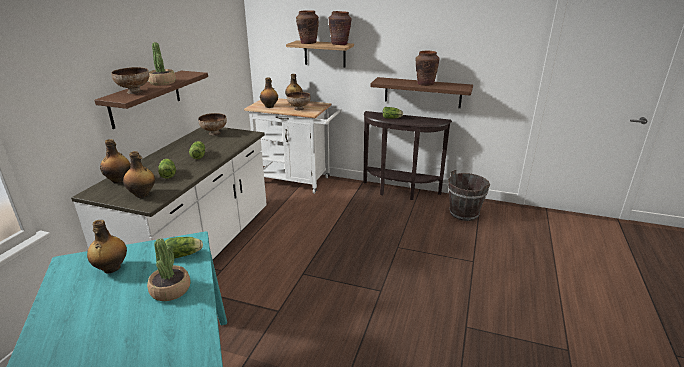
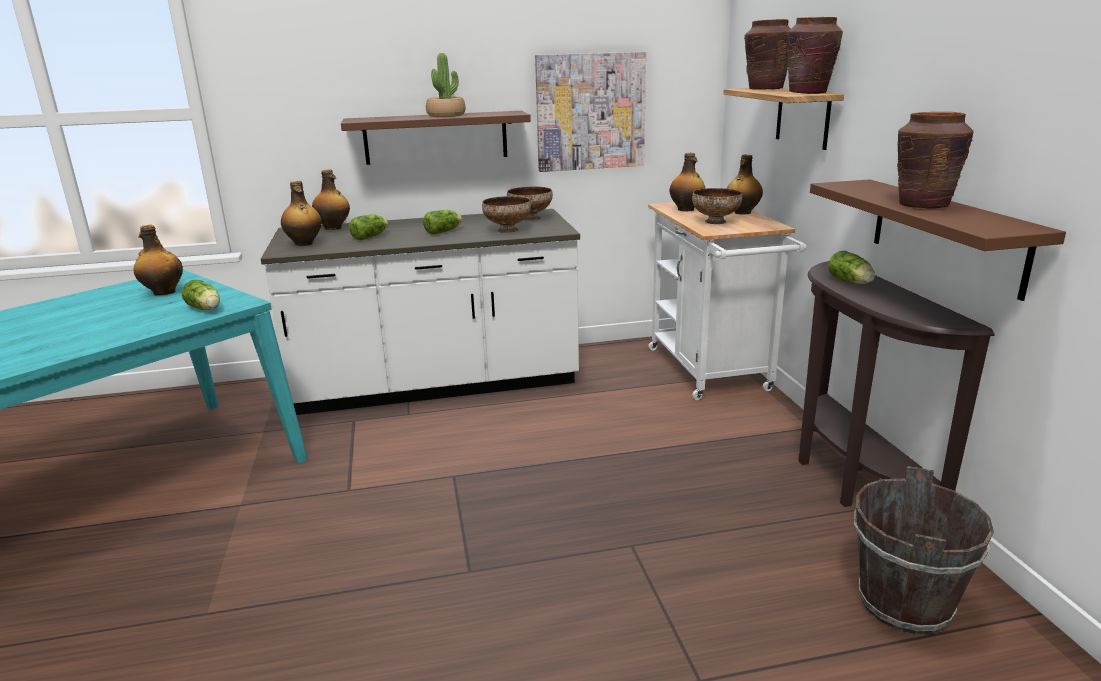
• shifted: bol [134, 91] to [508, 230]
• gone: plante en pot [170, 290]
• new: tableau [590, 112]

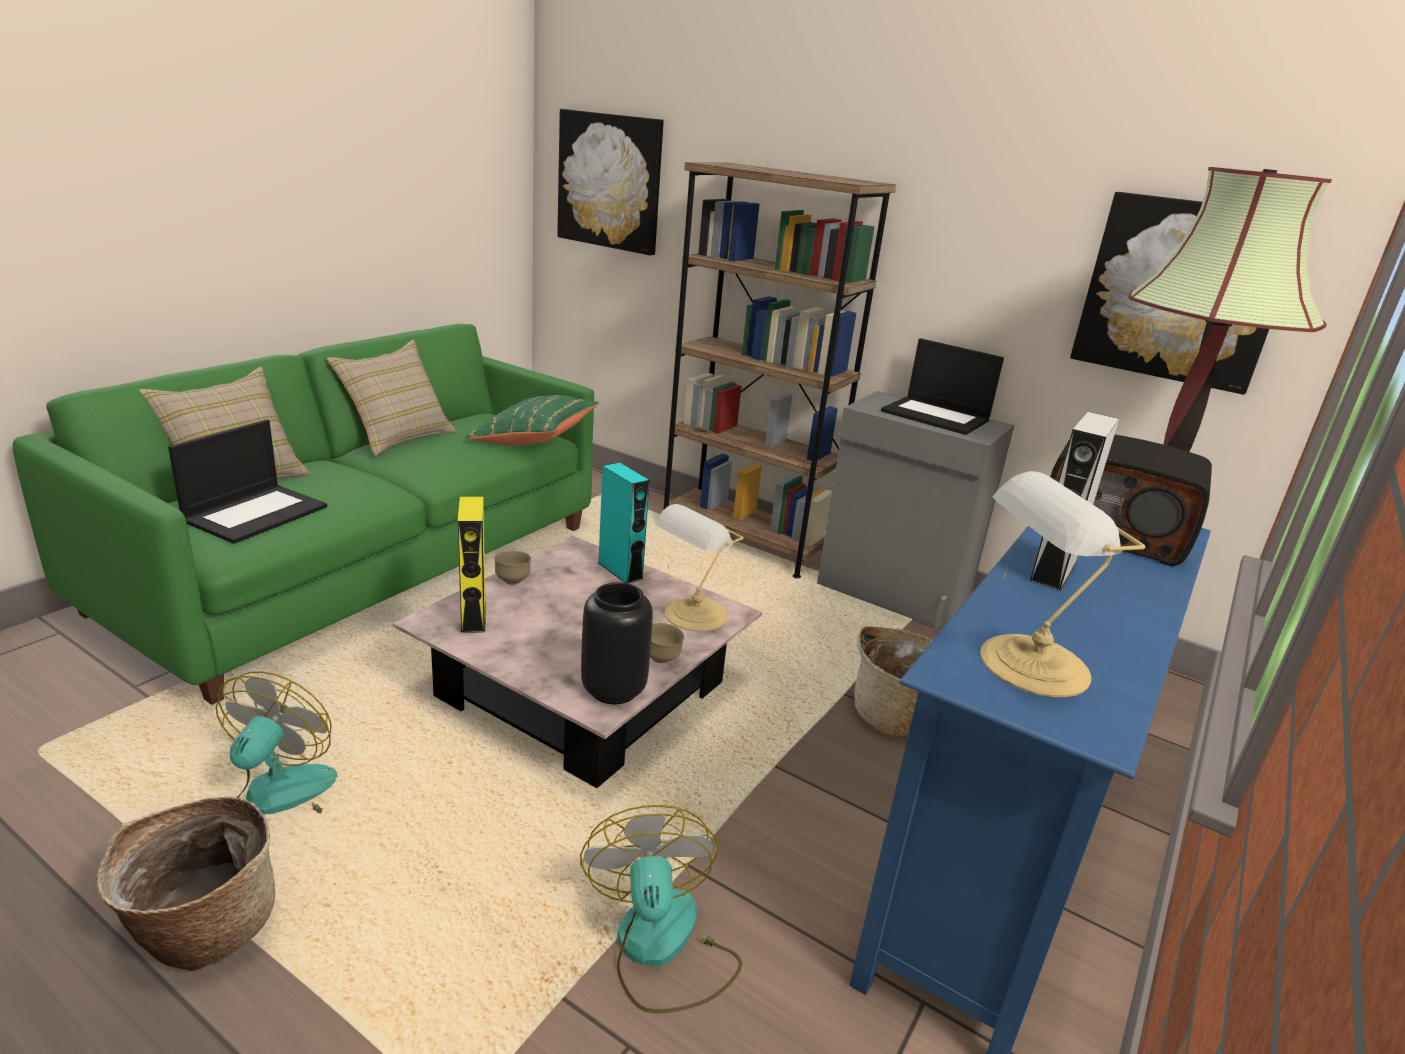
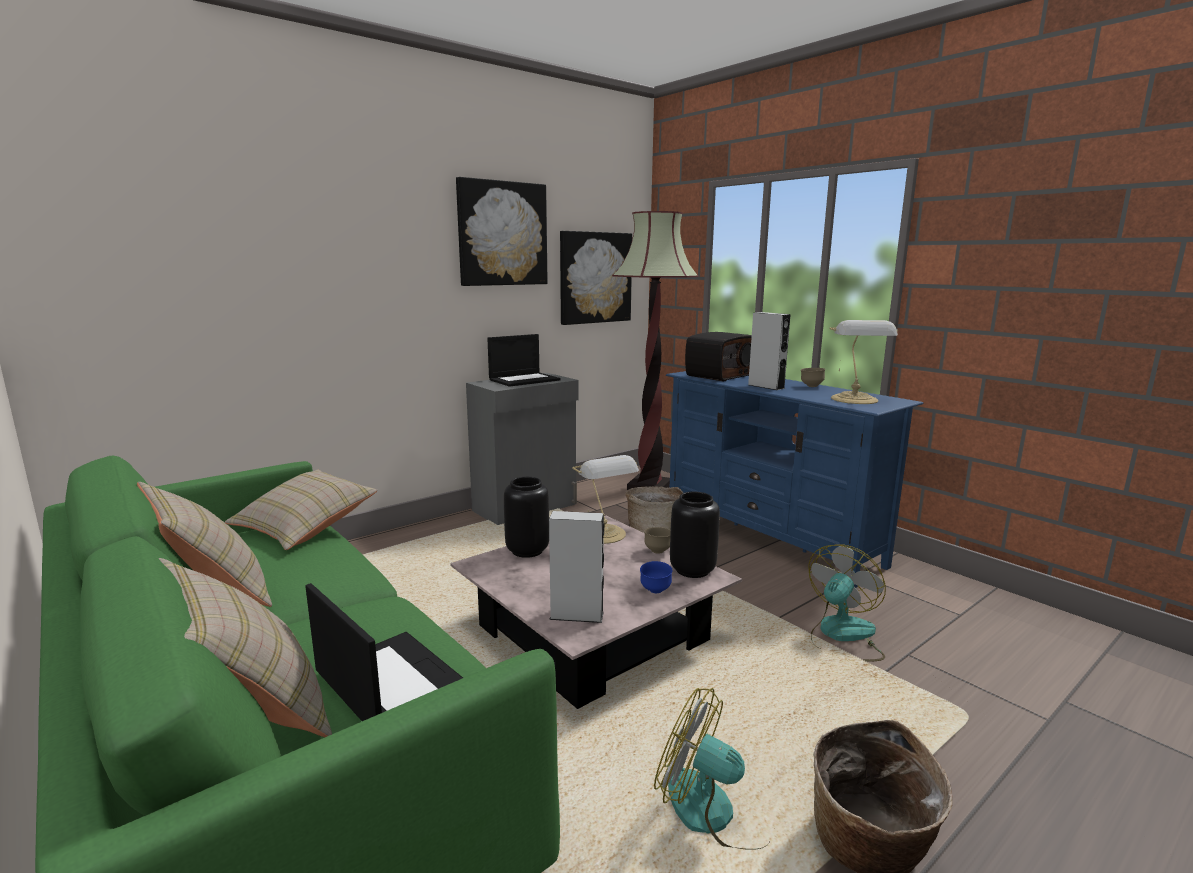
• shifted: tableau [610, 181] to [502, 234]
• gone: bibliothèque [marron] [744, 541]
• repainted: coussin [vert] [534, 440] to coussin [beige] [305, 527]
• swapped: enceinte [turquoise] [620, 570] to vase [noir] [526, 550]
• repainted: enceinte [jaune] [473, 617] to enceinte [gris] [576, 615]
• shifted: bol [marron] [512, 581] to [811, 386]
• rotated: ventilateur [661, 948] = [841, 636] 120 degrees clockwise
• new: bol [bleu] [655, 591]

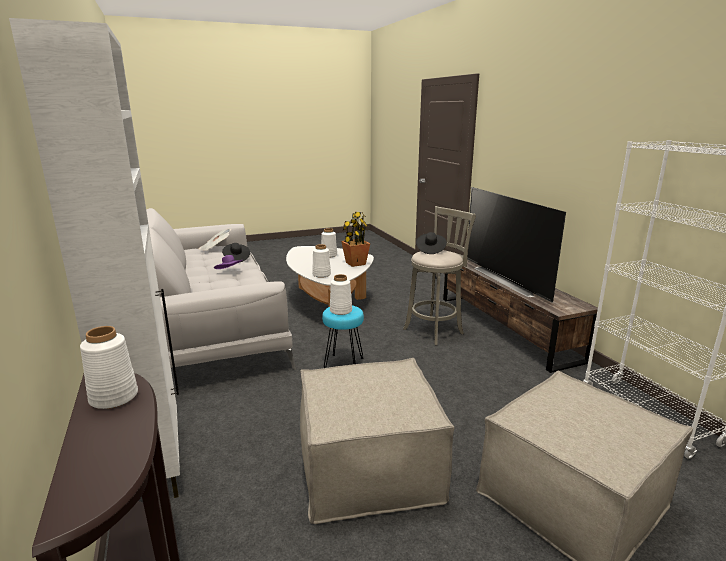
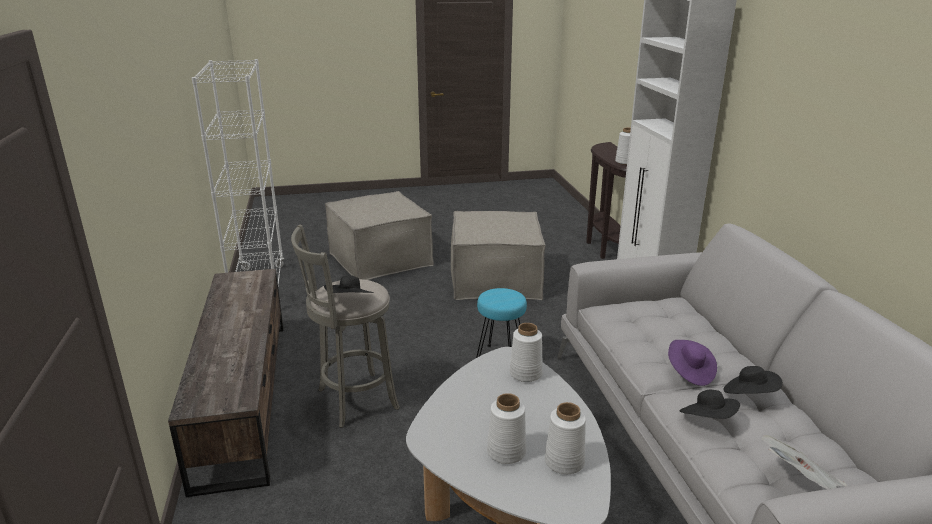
• gone: téléviseur [508, 280]
• gone: plante en pot [355, 263]
• shifted: vase [blanc] [341, 311] to [563, 462]
• new: chapeau [noir] [749, 395]

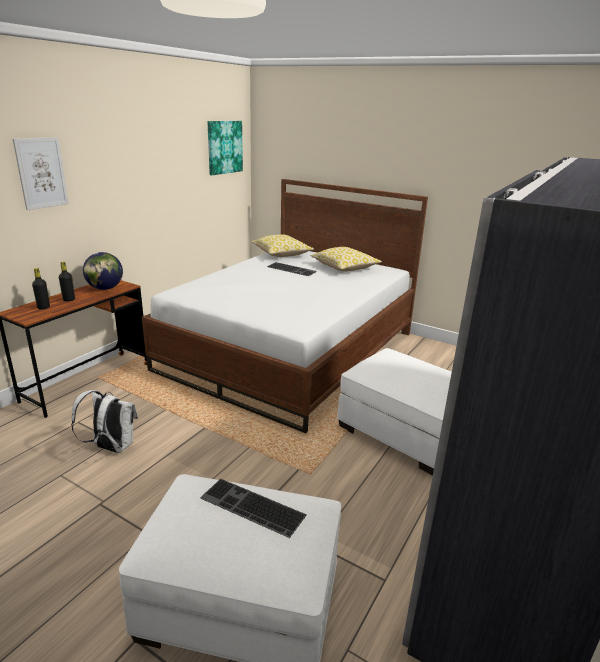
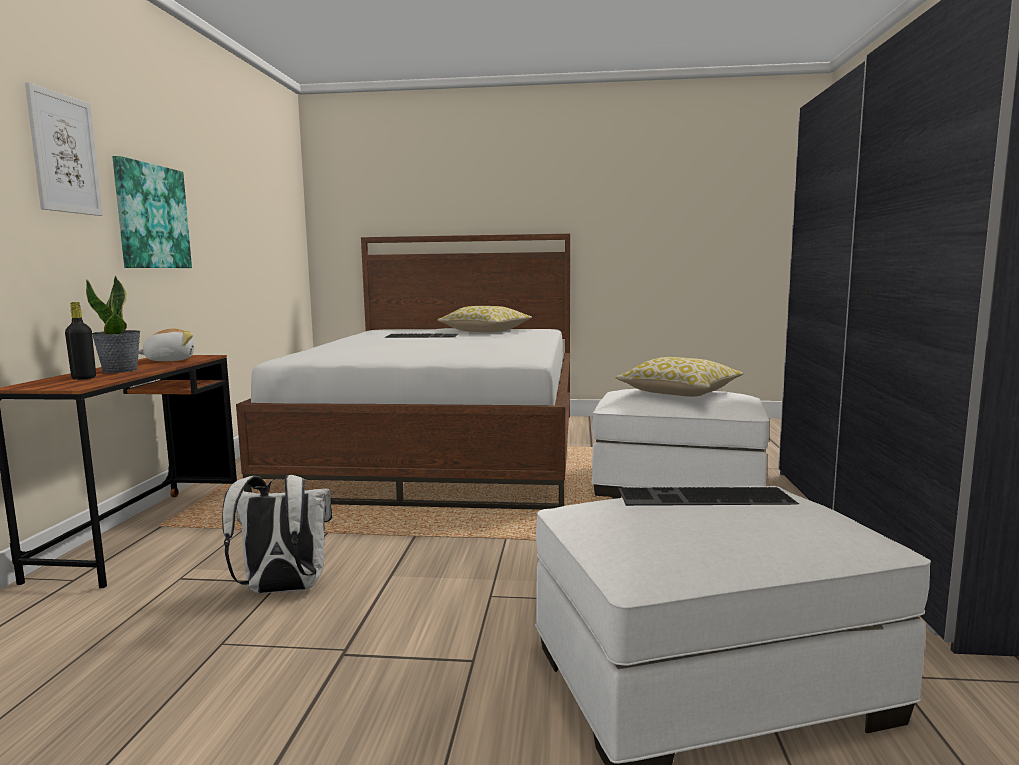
• shifted: tableau [224, 147] to [151, 216]
• shifted: coussin [282, 254] to [679, 393]
• swapped: globe [105, 288] to peluche [170, 360]
• swapped: bouteille [noir] [69, 299] to plante en pot [120, 370]

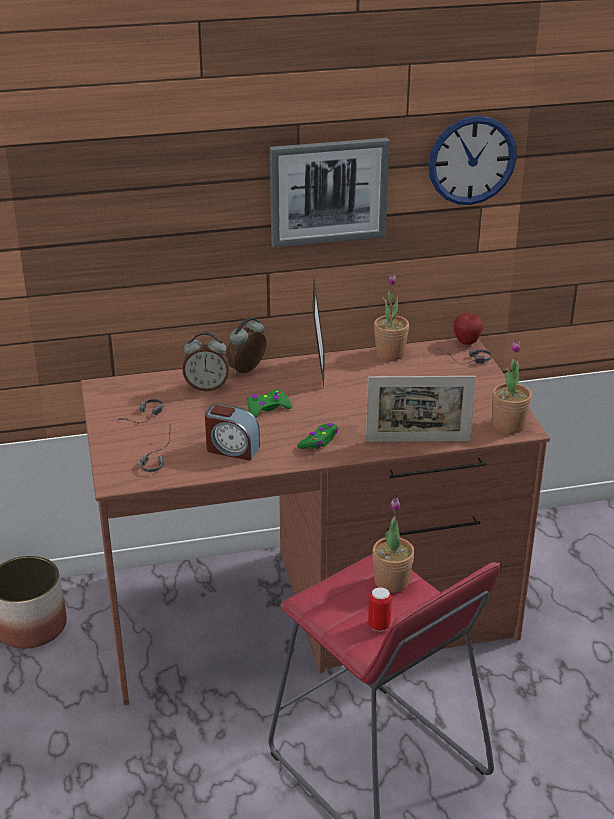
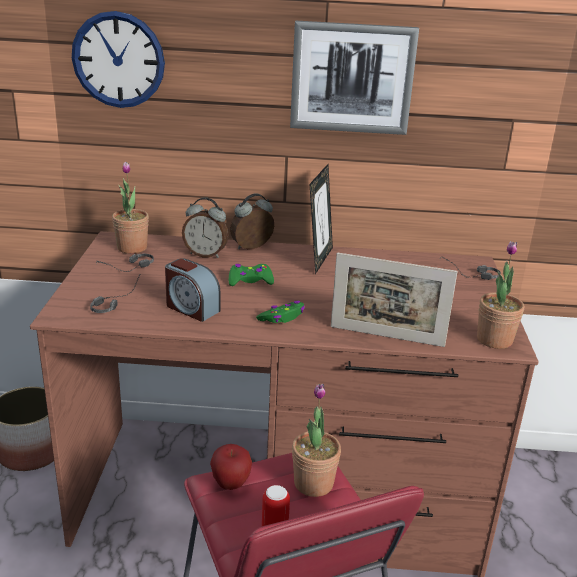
• shifted: horloge murale [472, 160] to [118, 60]
• shifted: plante en pot [390, 353] to [132, 248]
• shifted: pomme [466, 342] to [231, 484]

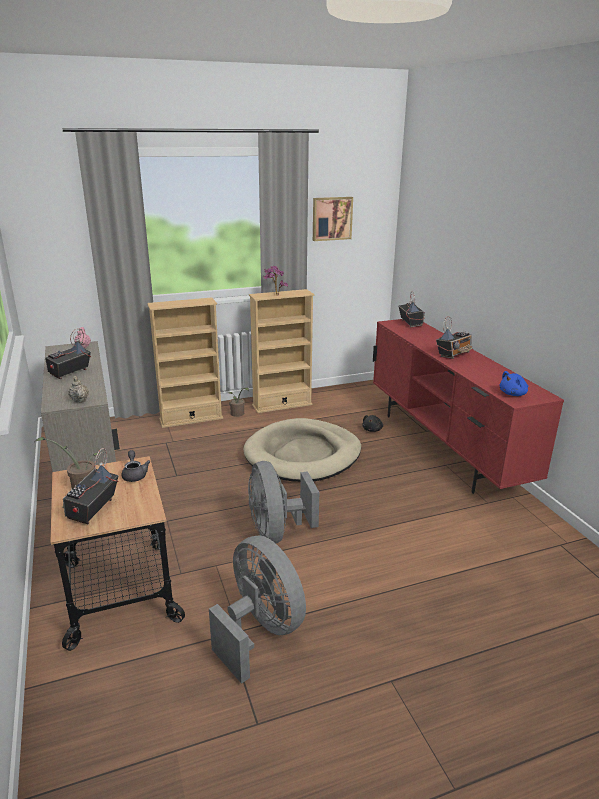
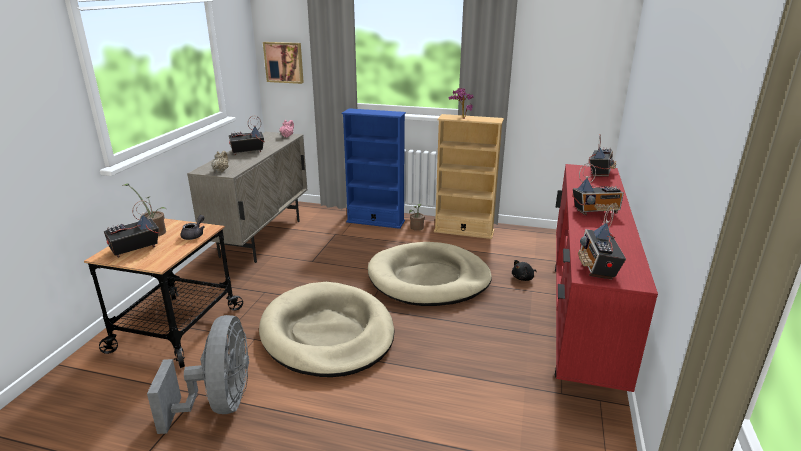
• shifted: tableau [331, 218] to [284, 62]
• repainted: bibliothèque [beige] [191, 419] to bibliothèque [bleu] [375, 221]
• swapped: peluche [bleu] [513, 394] to radio [597, 268]
• swapped: ventilateur [gris] [277, 532] to panier pour chien [beige] [328, 333]

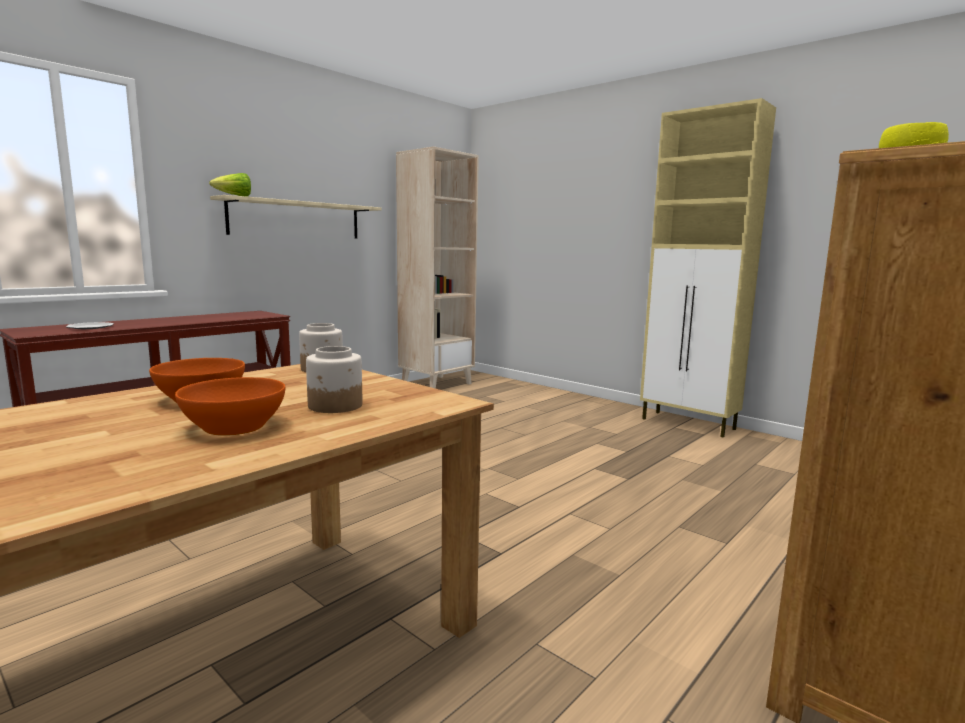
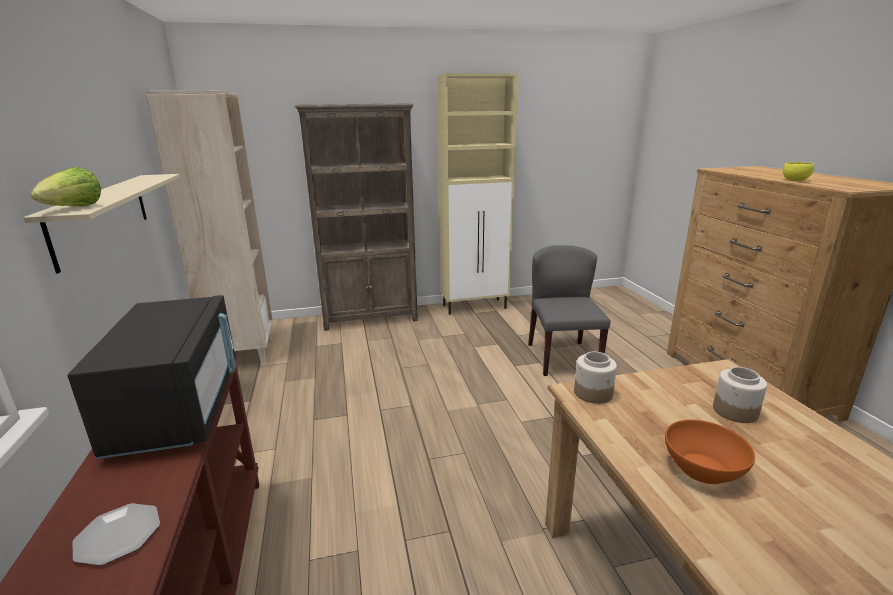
• gone: bol [orange] [235, 426]
• new: bibliothèque [marron] [371, 318]
• new: chaise [gris] [562, 357]
• new: micro-ondes [noir] [179, 408]

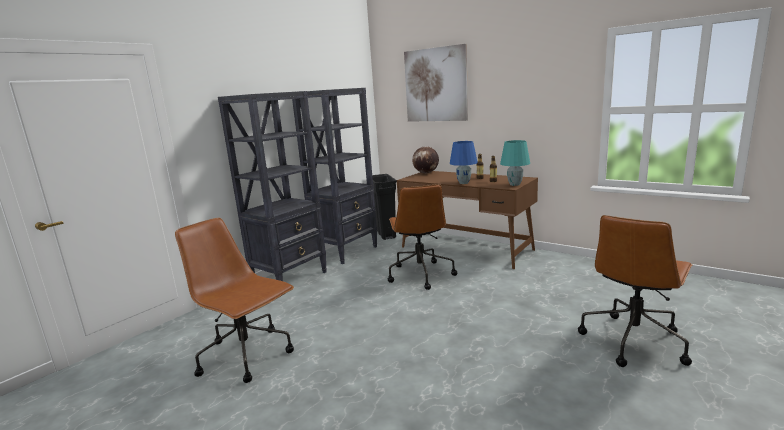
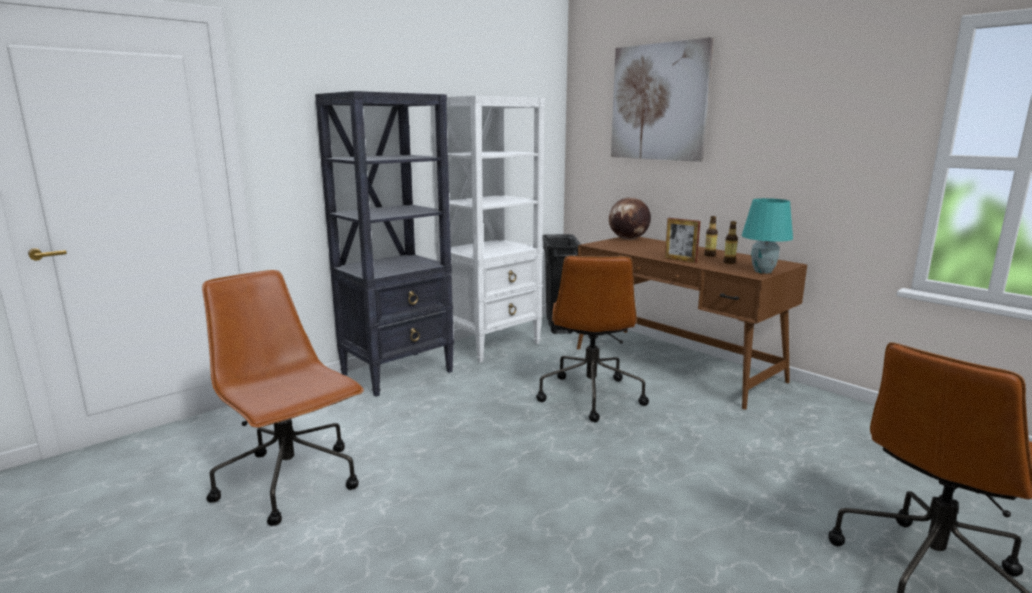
• repainted: bibliothèque [noir] [346, 251] to bibliothèque [blanc] [492, 344]
• swapped: lampe de table [bleu] [464, 183] to cadre photo [680, 260]

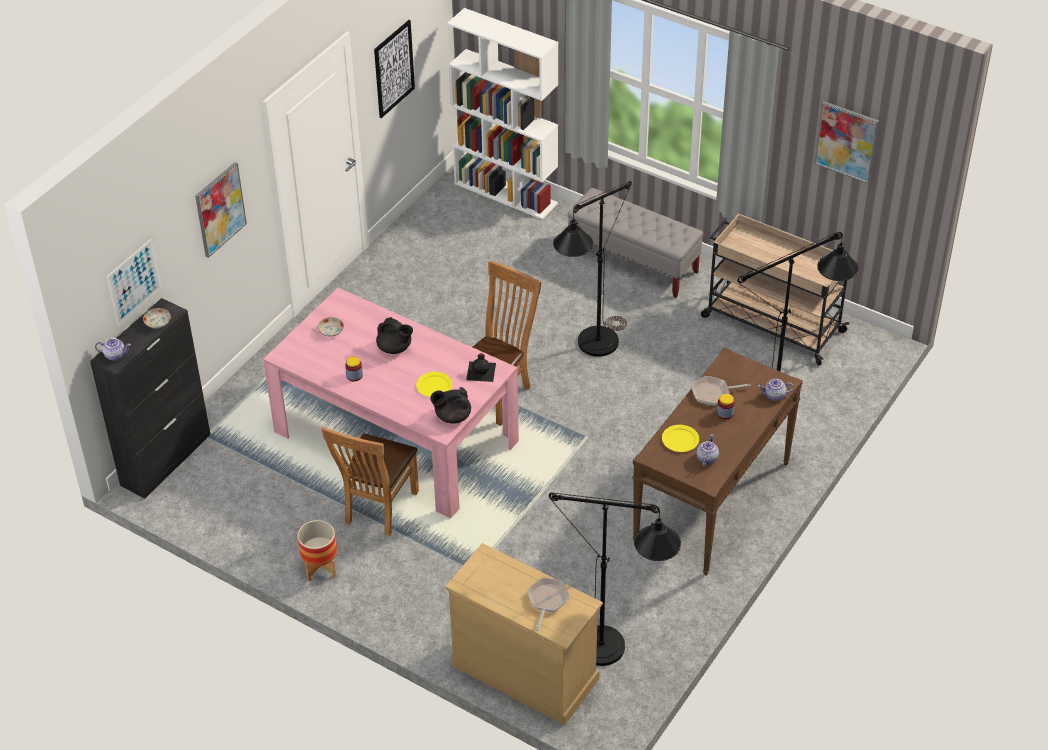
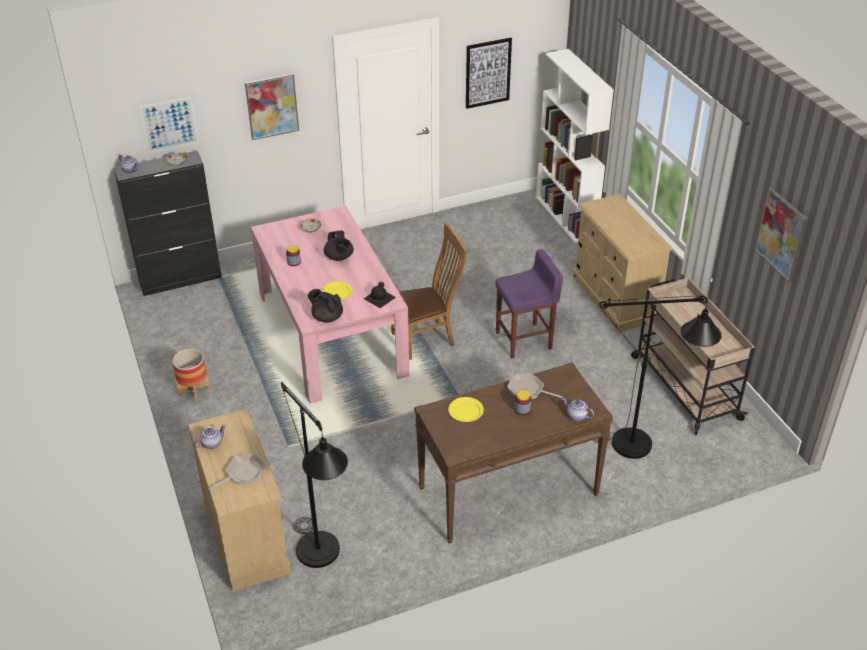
• swapped: lampadaire [noir] [591, 349] to tabouret [violet] [524, 340]
• swapped: banc [gris] [633, 263] to commode [beige] [614, 298]
• gone: chaise [marron] [378, 510]
• shifted: théière [706, 458] to [211, 443]

